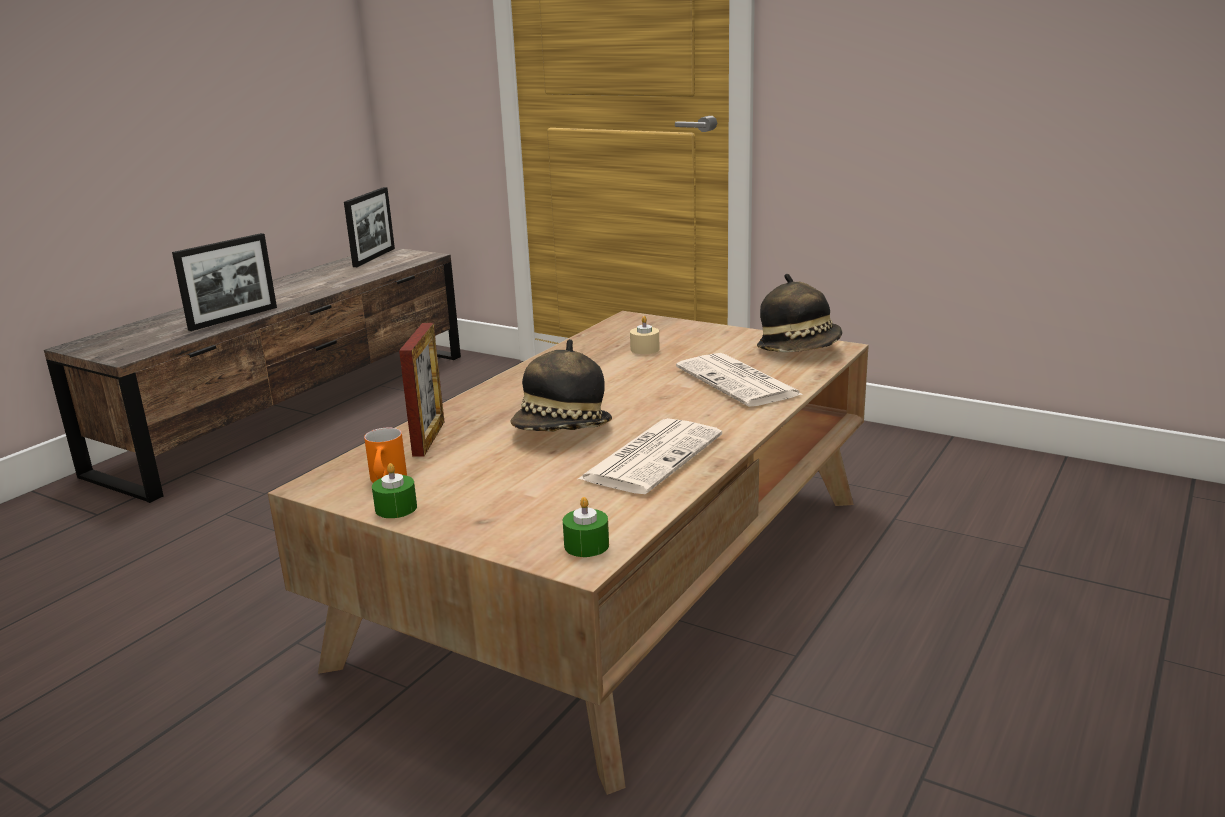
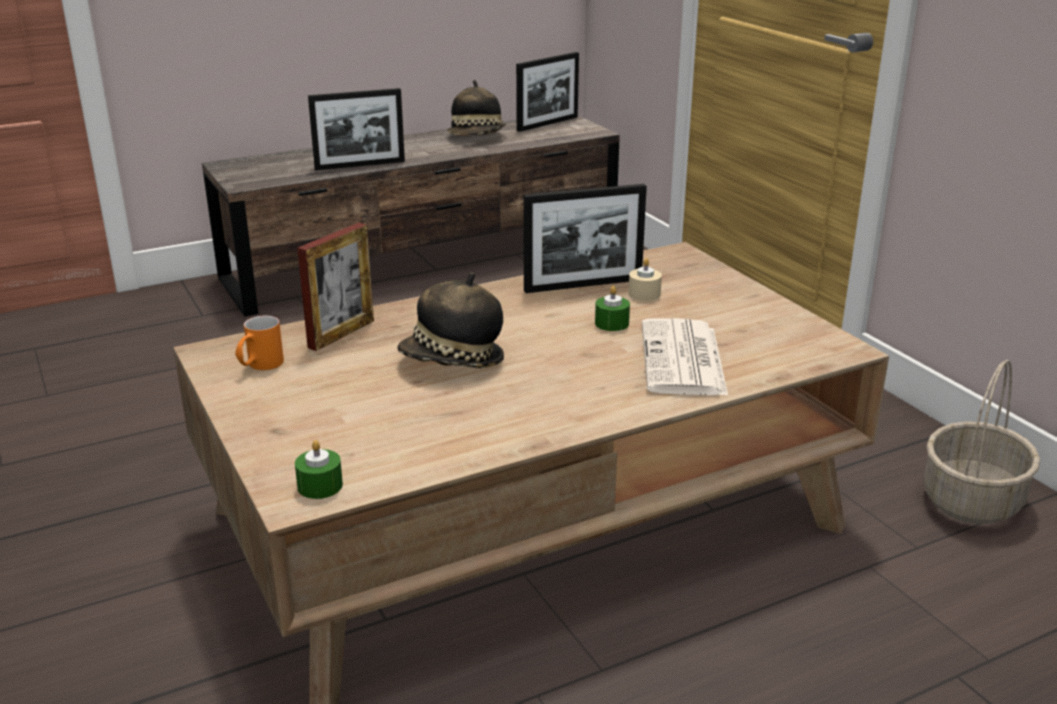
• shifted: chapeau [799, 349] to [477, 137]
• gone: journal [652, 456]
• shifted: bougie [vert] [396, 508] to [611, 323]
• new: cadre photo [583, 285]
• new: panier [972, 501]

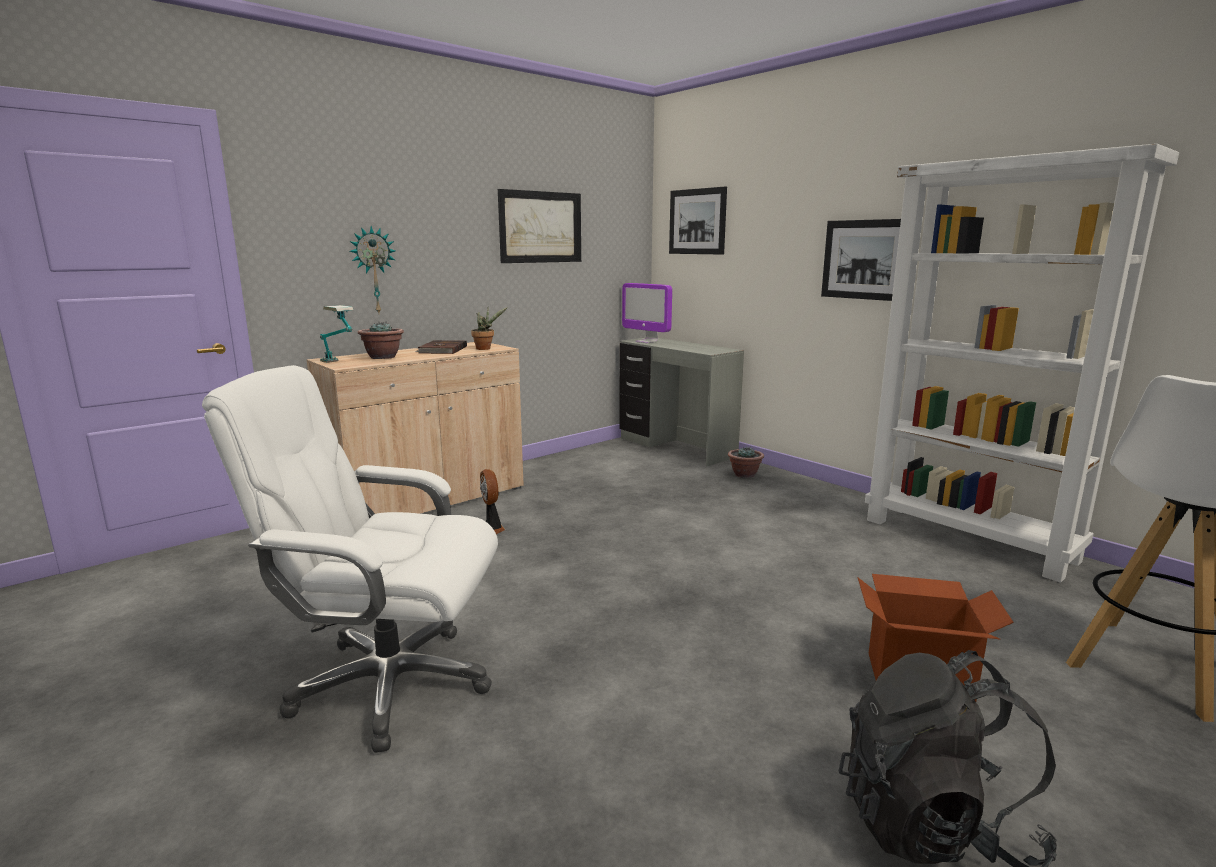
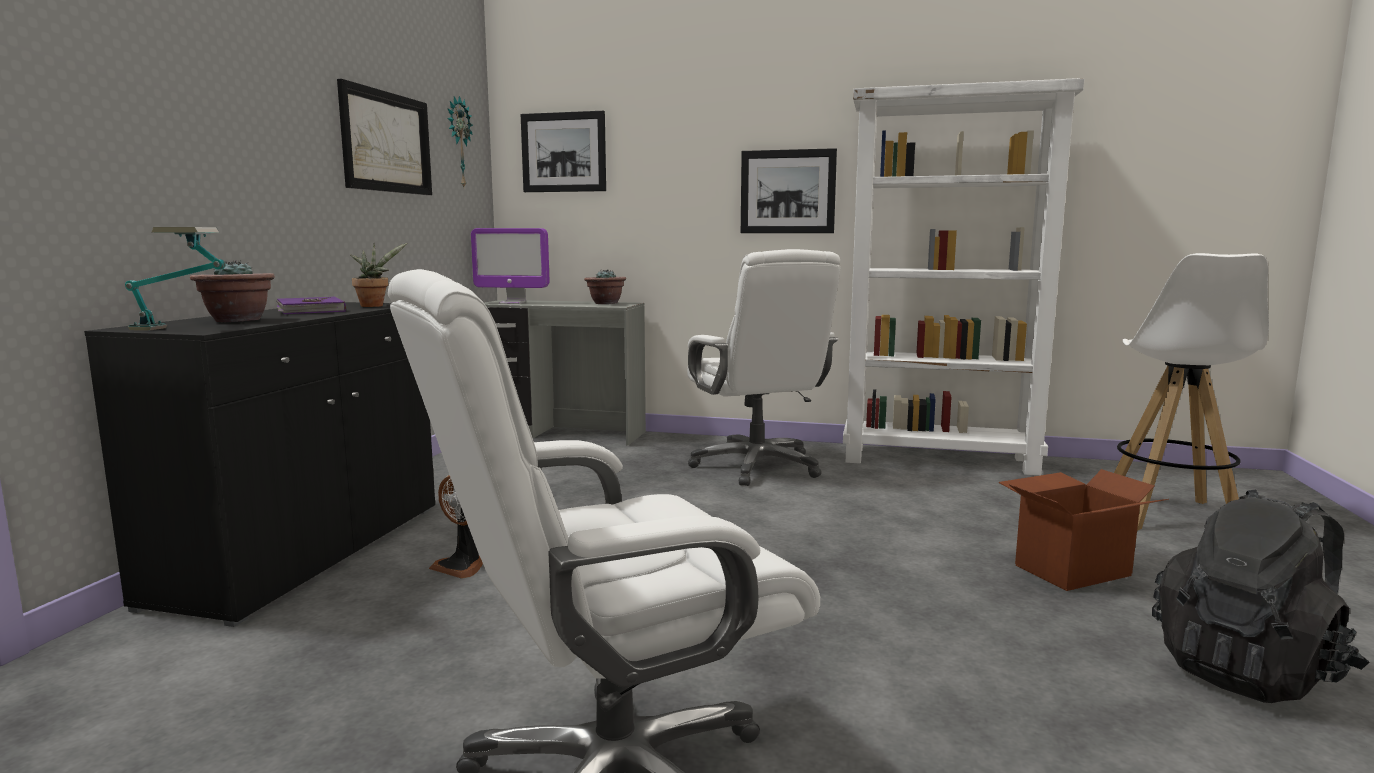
• shifted: horloge murale [373, 270] to [458, 142]
• repainted: livre [marron] [442, 350] to livre [violet] [309, 310]
• repainted: meuble de rangement [beige] [429, 500] to meuble de rangement [noir] [305, 553]
• shifted: plante en pot [744, 475] to [605, 303]
• new: chaise de bureau [blanc] [757, 466]

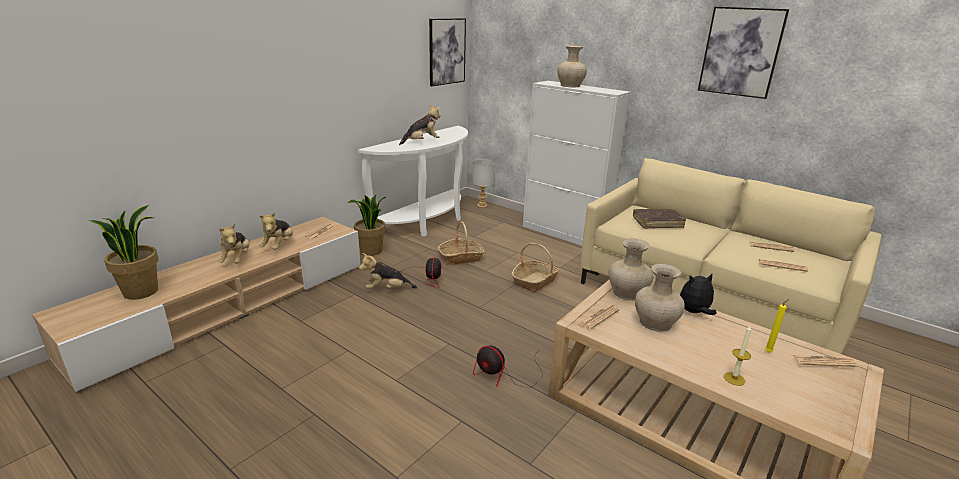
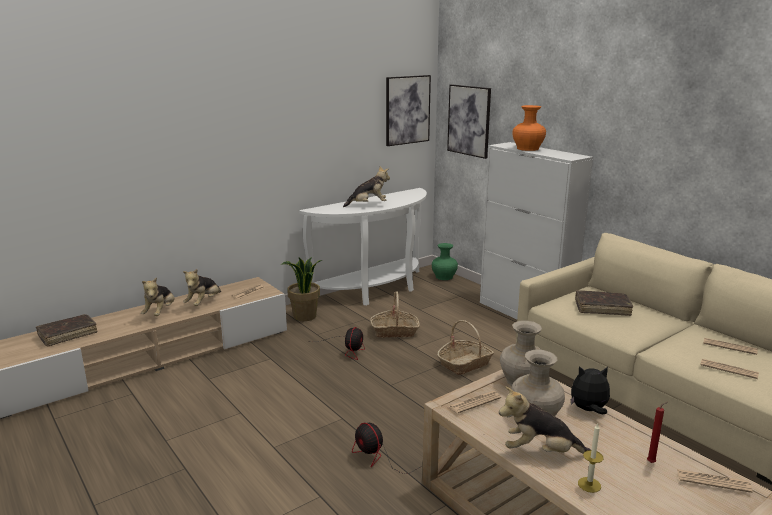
• shifted: tableau [741, 52] to [469, 120]
• repainted: vase [beige] [570, 85] to vase [orange] [528, 148]
• swapped: lampe de table [gris] [482, 206] to vase [vert] [444, 277]
• swapped: plante en pot [141, 291] to livre [marron] [68, 334]
• shifted: peluche [387, 289] to [540, 452]
• repainted: bougie [jaune] [769, 351] to bougie [rouge] [652, 462]

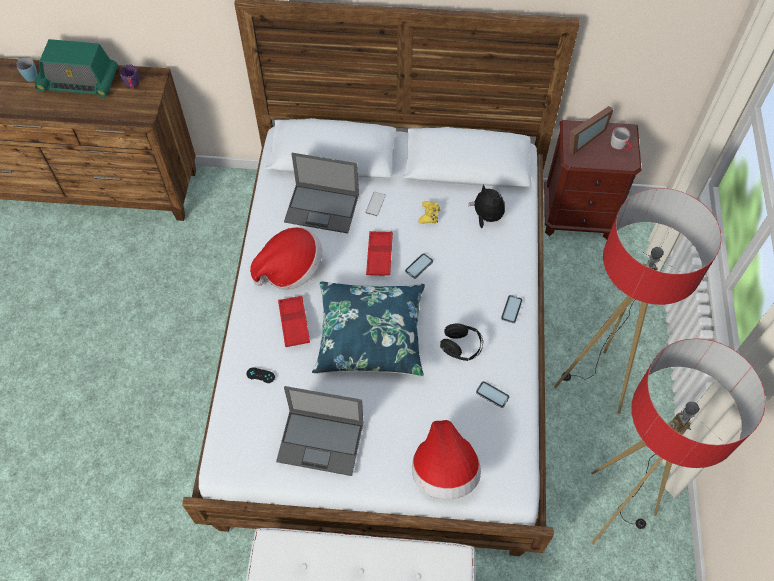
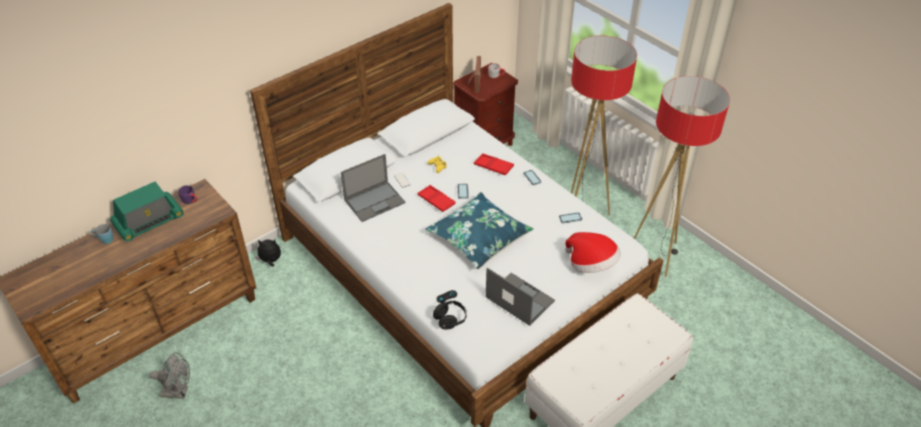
• shifted: peluche [486, 217] to [270, 261]
• gone: chapeau [290, 269]
• shifted: plateau [rouge] [294, 323] to [493, 166]
• shifted: casque audio [noir] [461, 347] to [450, 320]
• rotated: ordinateur portable [321, 442] = [519, 299] 105 degrees counterclockwise
• new: ventilateur [gris] [179, 392]

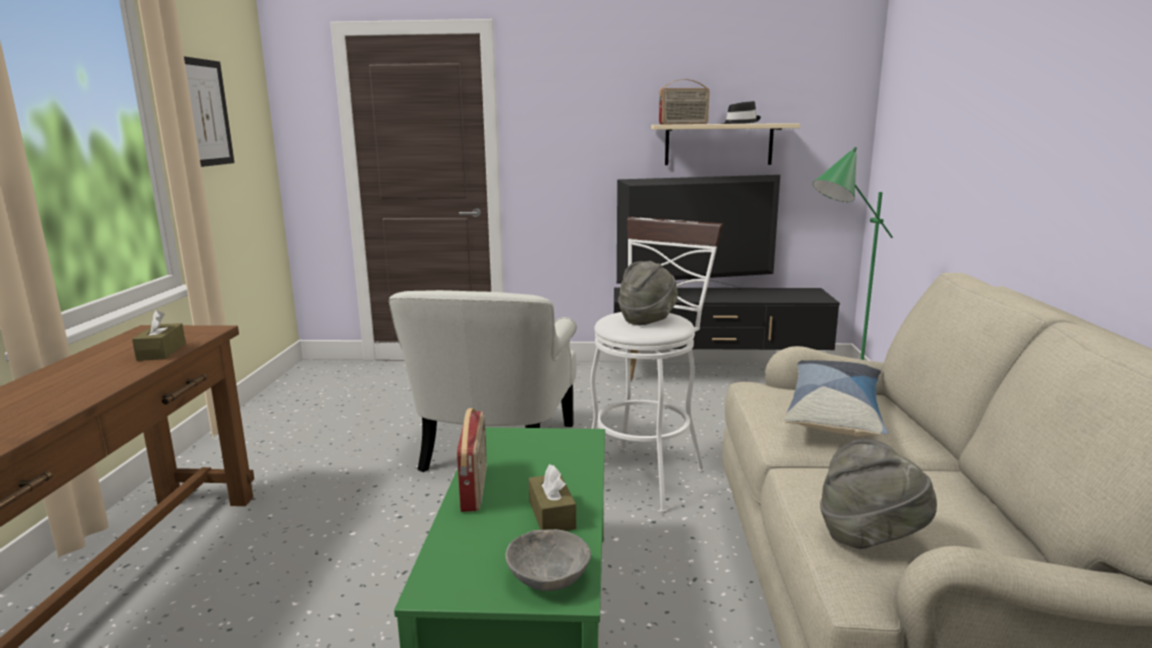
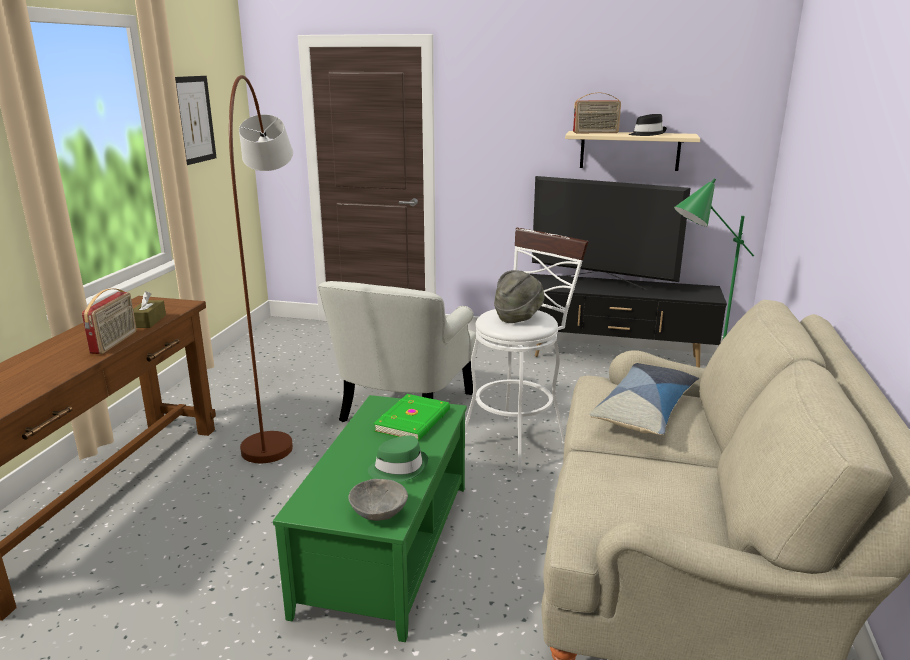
• rotated: téléviseur [697, 291] = [601, 282] 150 degrees counterclockwise
• shifted: radio [475, 488] to [115, 342]
• gone: chapeau [gris] [870, 538]
• swapped: boîte à mouchoirs [marron] [552, 515] to chapeau [vert] [398, 468]
• new: lampadaire [marron] [279, 406]
• new: livre [vert] [414, 421]

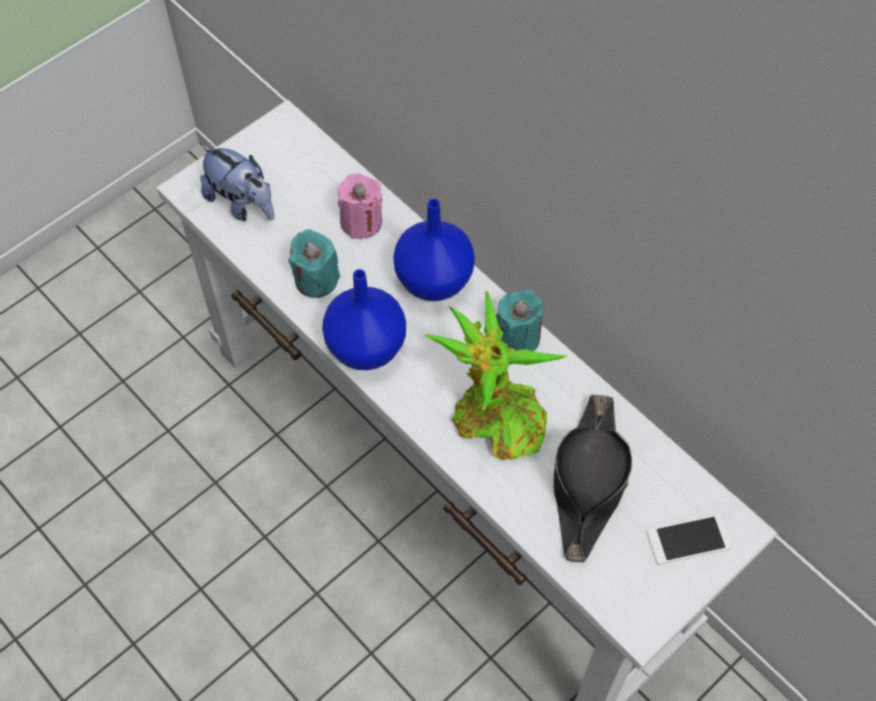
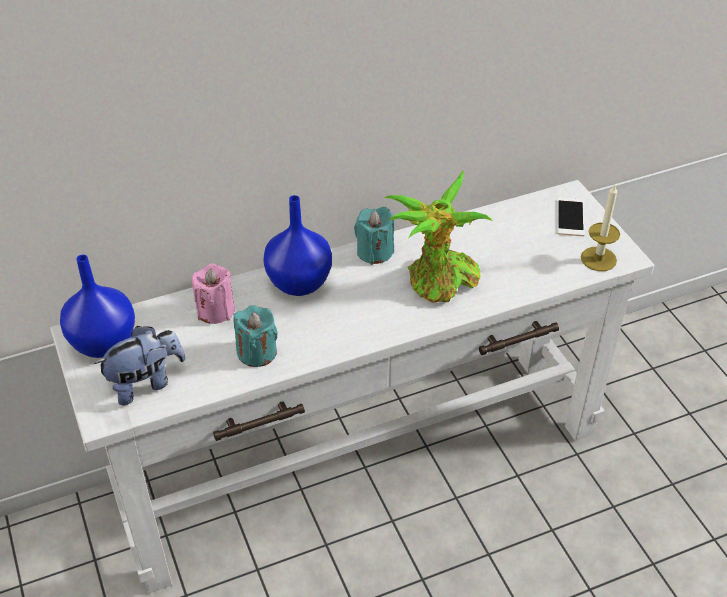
• shifted: vase [bleu] [364, 348] to [103, 344]
• gone: chapeau [noir] [587, 482]
• new: bougie [598, 259]

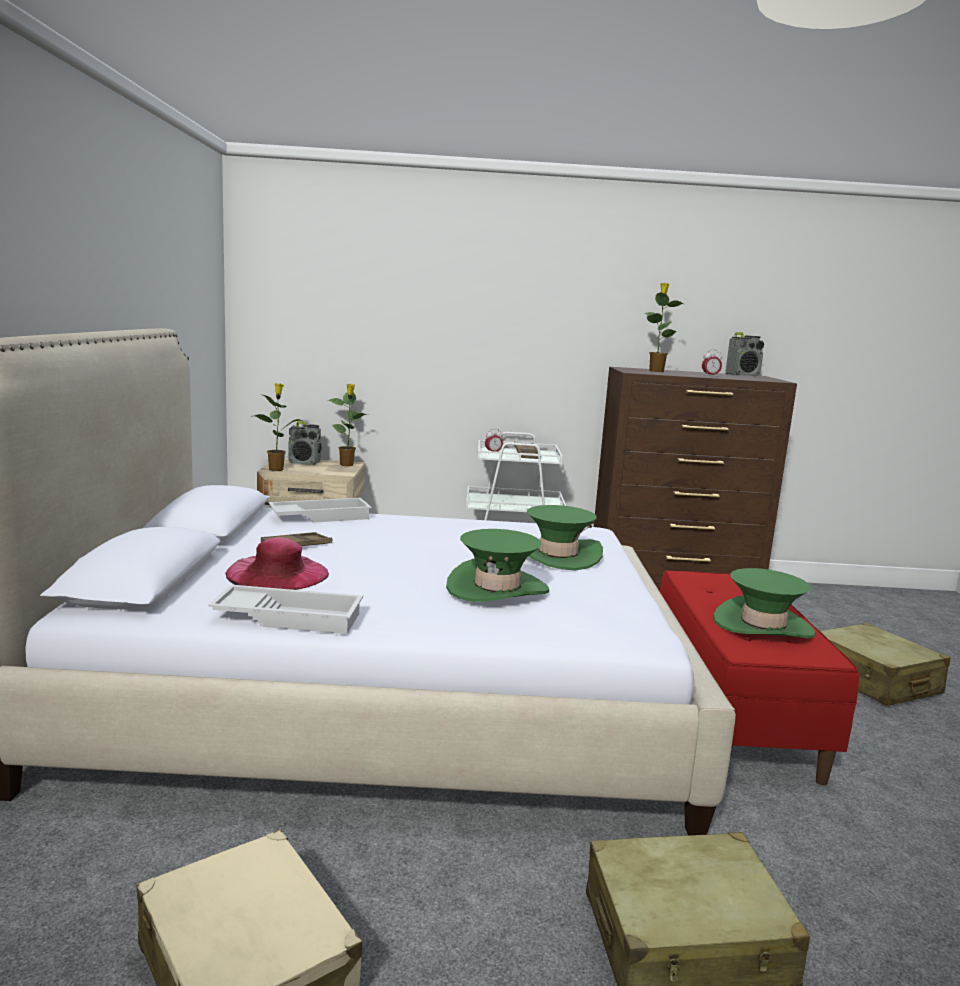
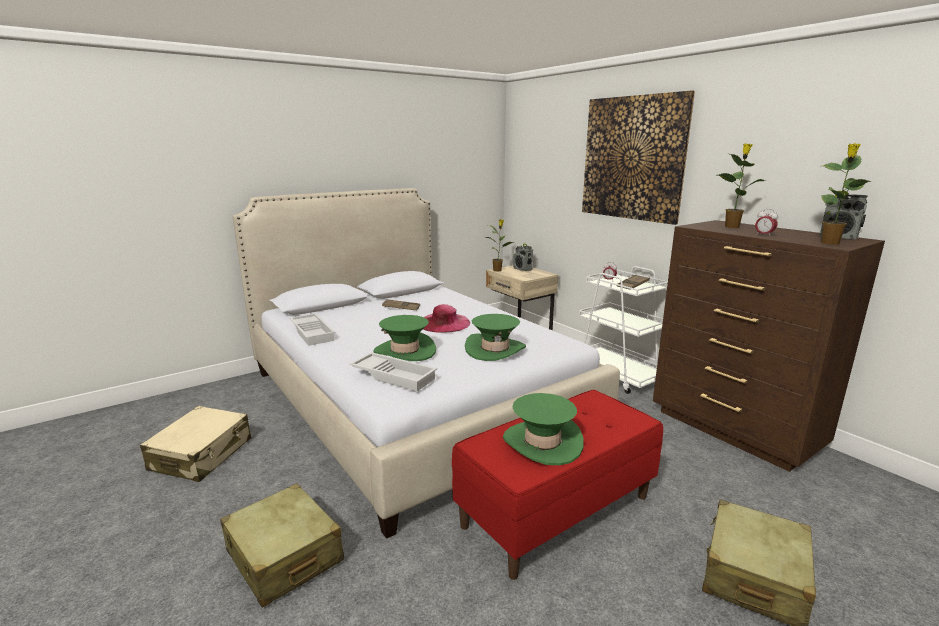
• shifted: plante en pot [347, 465] to [830, 243]
• shifted: plateau [blanc] [320, 516] to [394, 376]
• shifted: chapeau [rose] [277, 573] to [444, 323]
• new: tableau [633, 158]

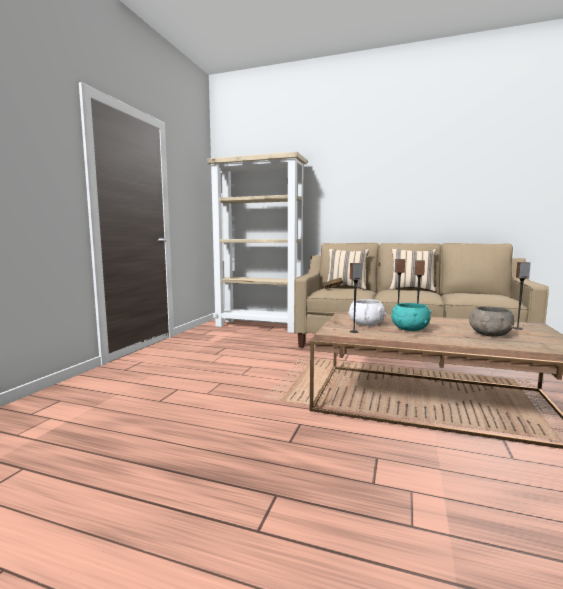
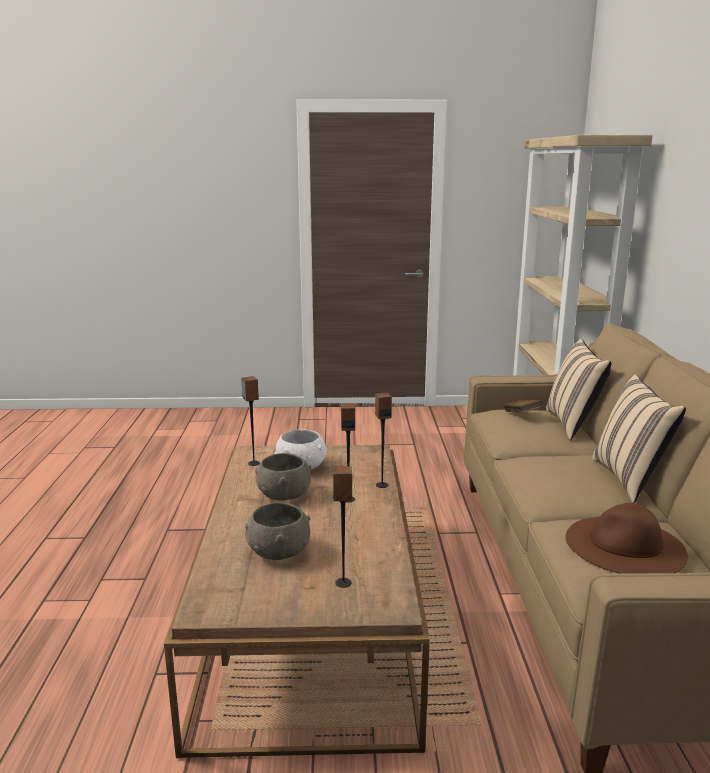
• repainted: bol [turquoise] [409, 329] to bol [gris] [283, 494]
• new: chapeau [marron] [625, 545]

